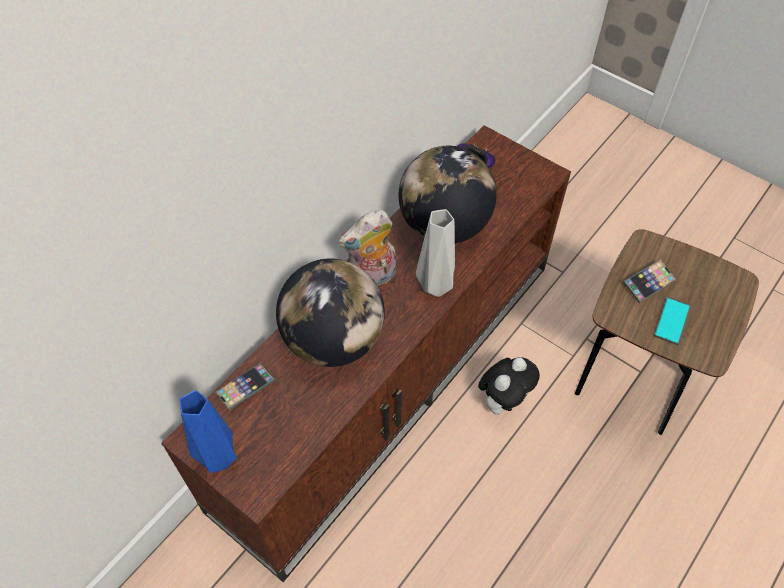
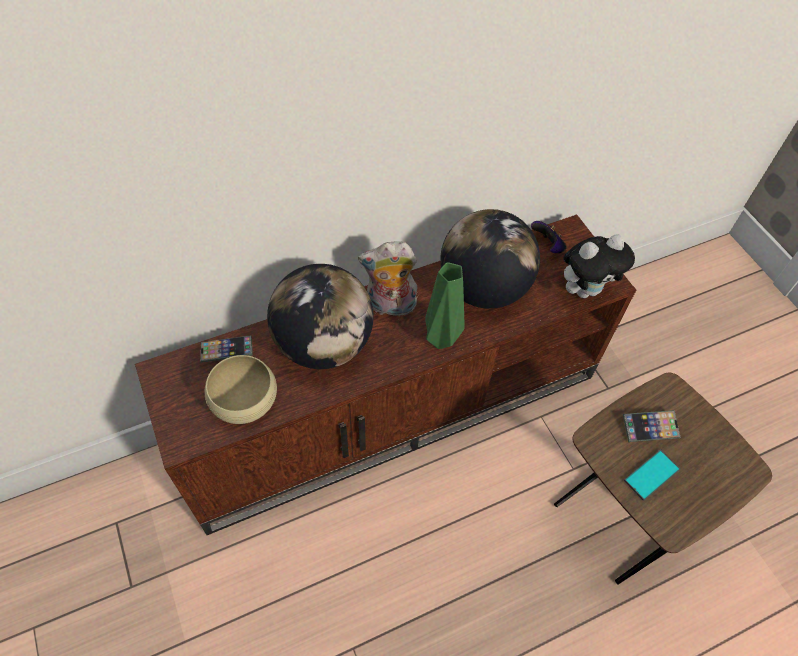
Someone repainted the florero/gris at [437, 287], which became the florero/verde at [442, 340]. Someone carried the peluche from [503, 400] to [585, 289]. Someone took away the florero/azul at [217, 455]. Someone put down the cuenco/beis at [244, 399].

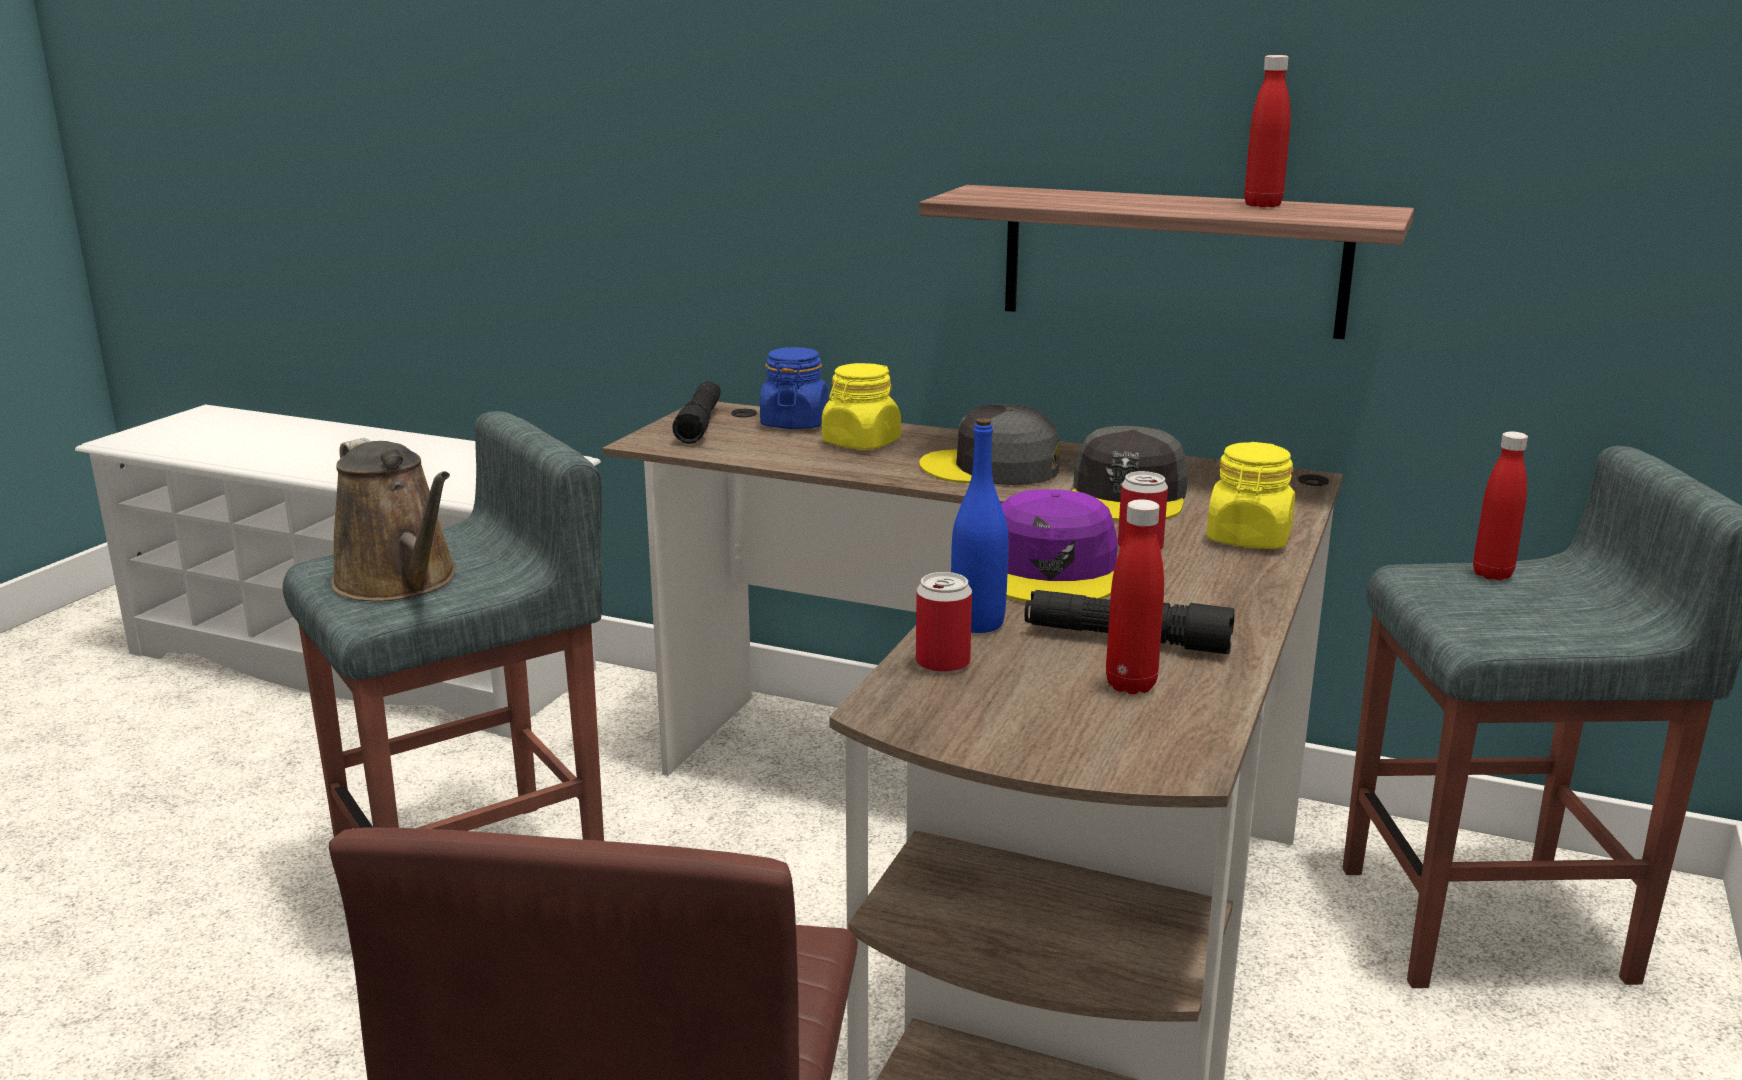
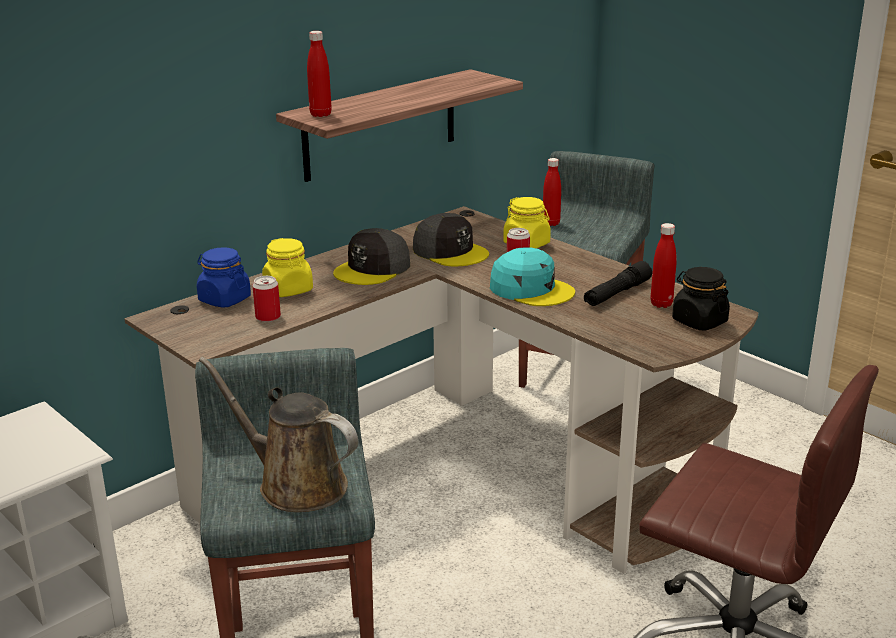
Someone carried the botella/rojo from [1262, 205] to [320, 114]. Someone took away the linterna/negro at [700, 424]. Someone took away the botella/azul at [977, 623]. Someone rotated the regadera/marrón at [400, 582] by 135 degrees counterclockwise. Someone repainted the gorra/morado at [1052, 572], which became the gorra/turquesa at [531, 289]. Someone carried the lata from [942, 663] to [268, 317]. Someone put down the tarro/negro at [699, 321].

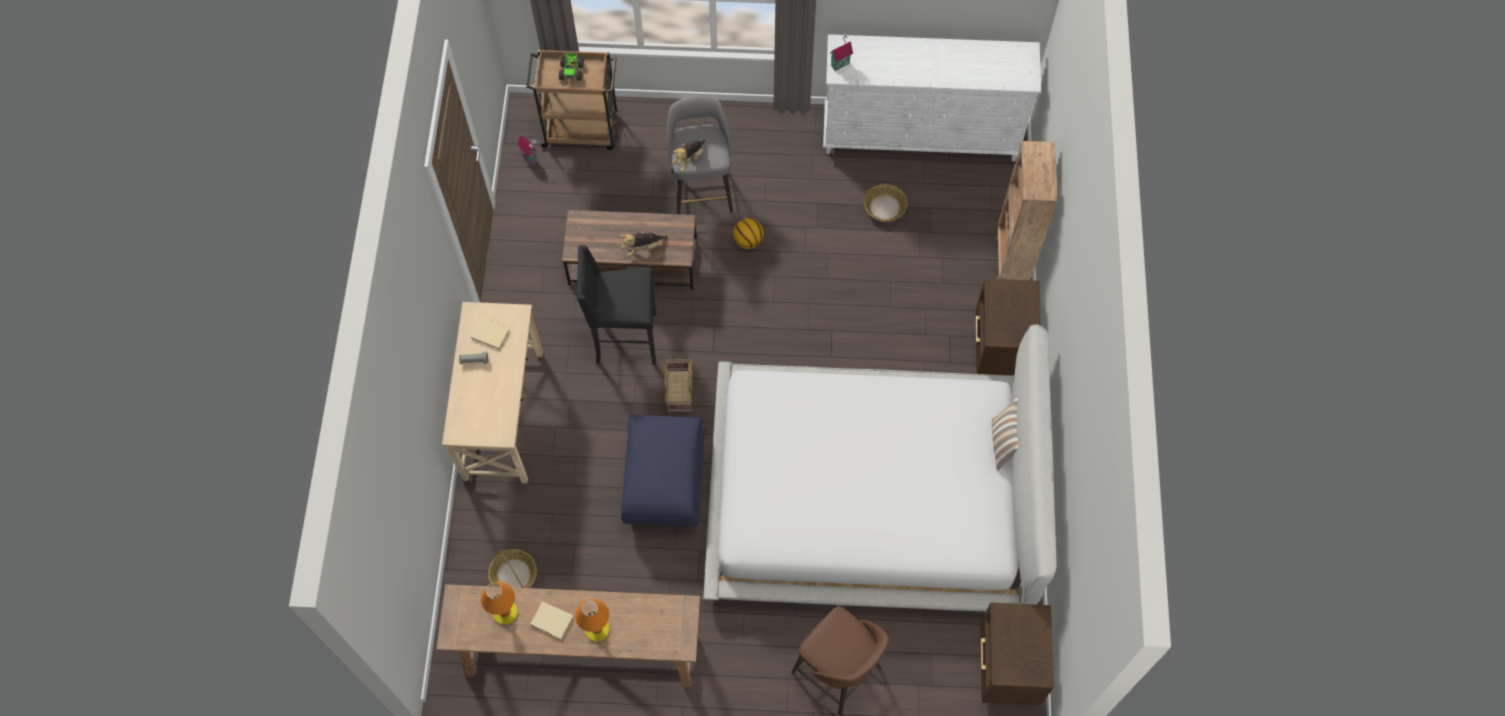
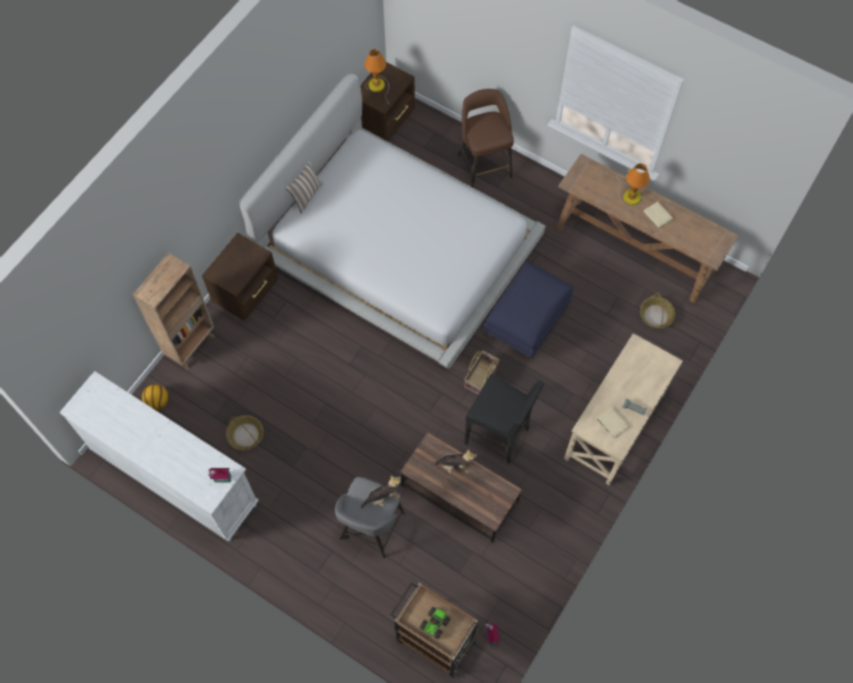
Someone carried the balón de baloncesto from [748, 241] to [157, 402]. Someone carried the lámpara de mesa from [502, 612] to [378, 86].

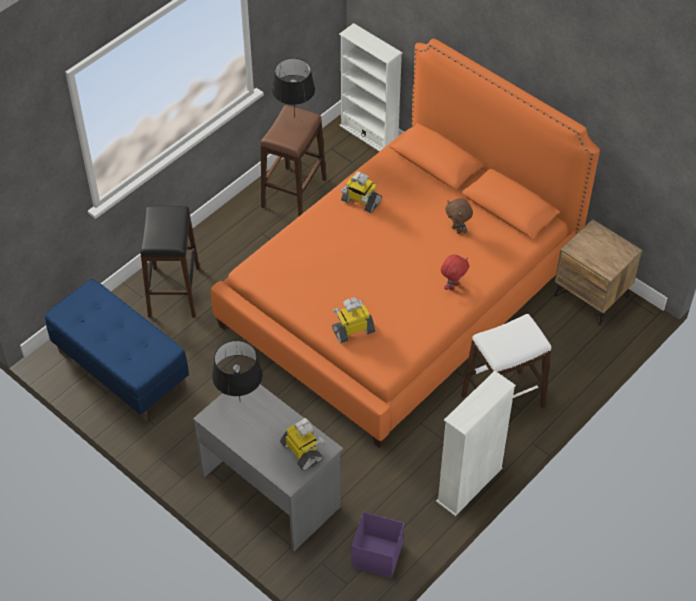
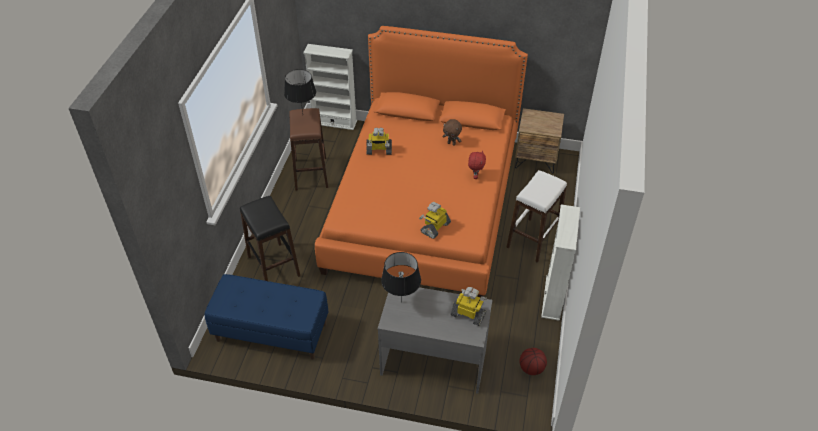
Someone swapped the caja de almacenaje/morado at [376, 555] for the balón de baloncesto at [531, 369].

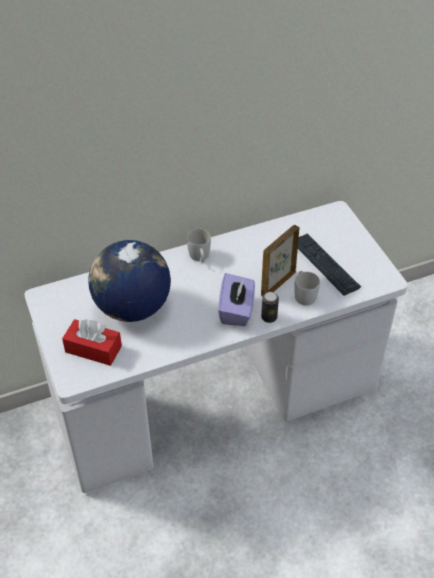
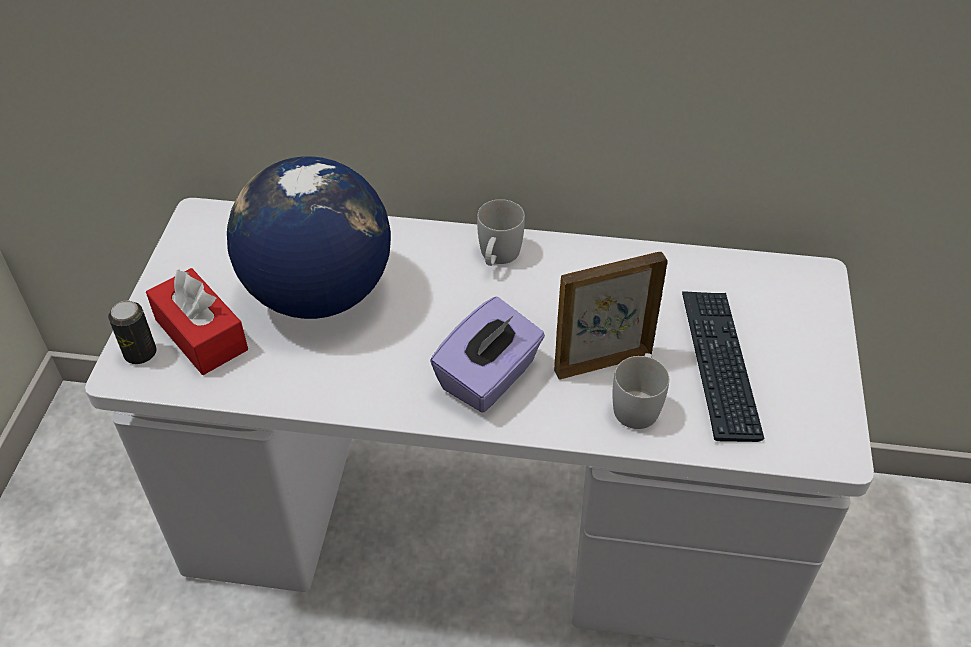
Someone carried the lata from [269, 317] to [140, 353].

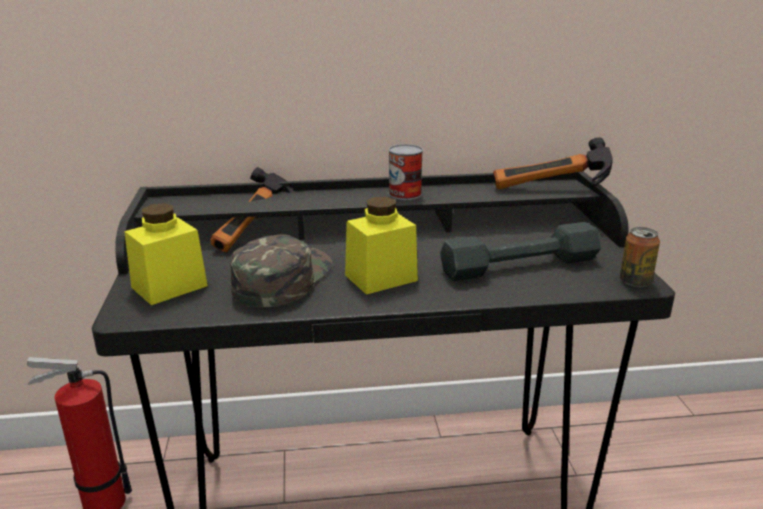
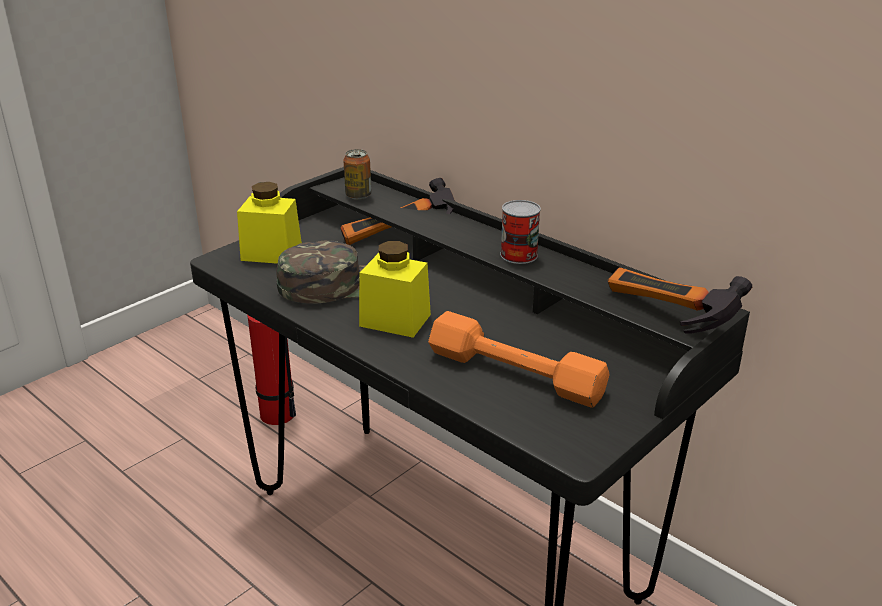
Someone repainted the mancuerna/gris at [519, 265], which became the mancuerna/naranja at [515, 373]. Someone carried the lata from [635, 282] to [358, 195].

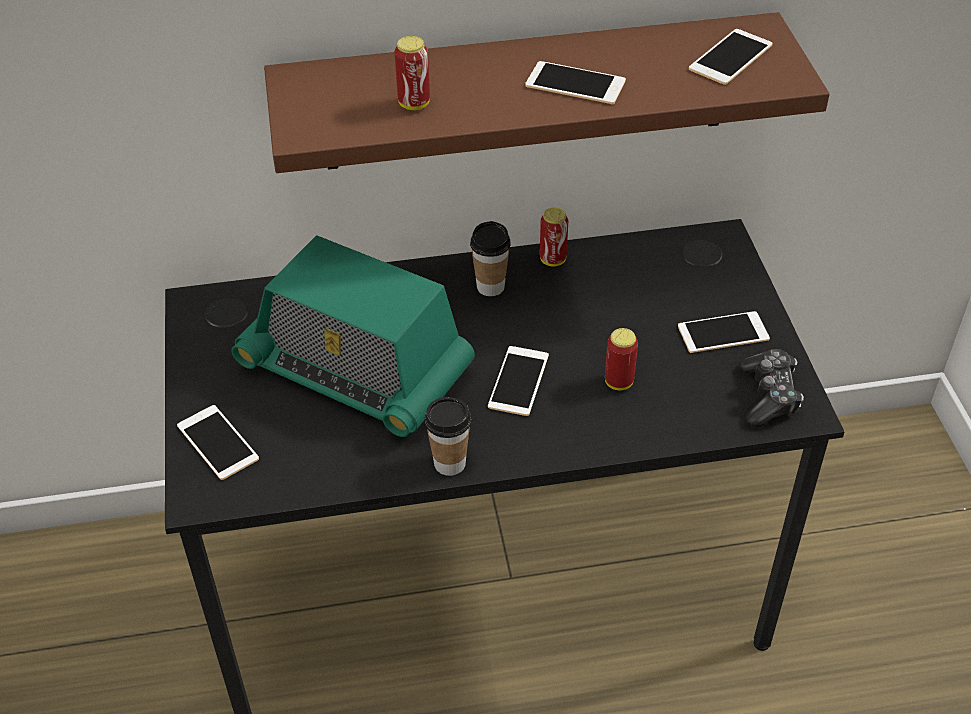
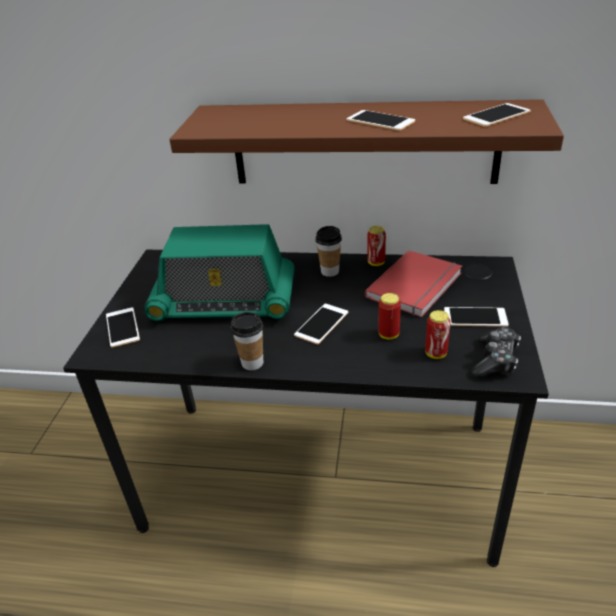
Someone carried the lata from [414, 104] to [436, 353]. Someone rotated the radio at [355, 369] by 45 degrees counterclockwise. Someone put down the libro/rojo at [417, 286].

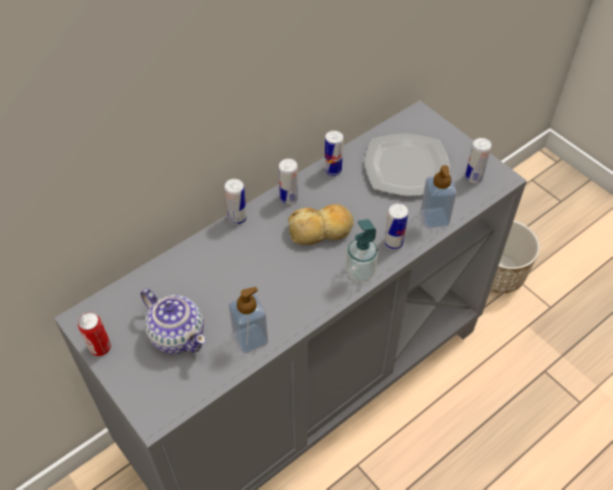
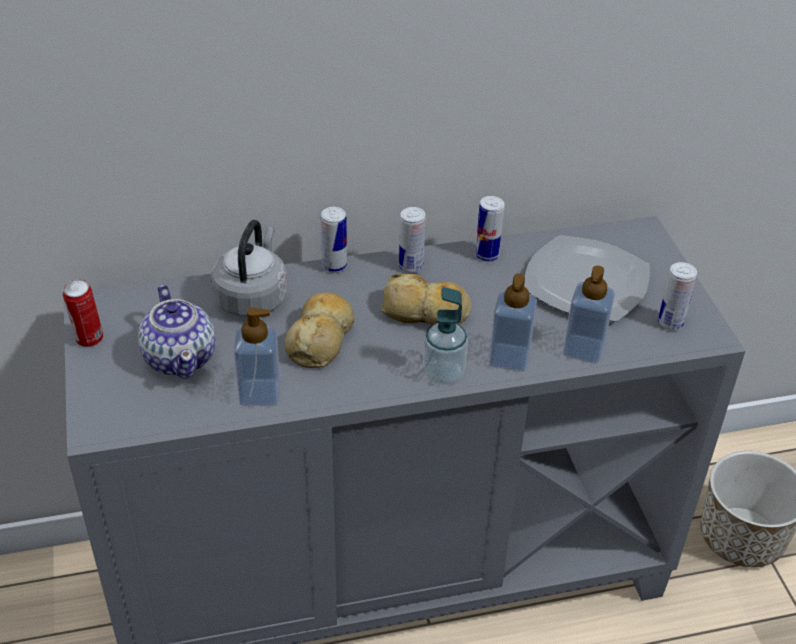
Someone swapped the lata at [393, 243] for the dispensador de jabón at [509, 357]. Someone put down the hervidor/gris at [252, 297]. Someone put down the pan at [321, 338].

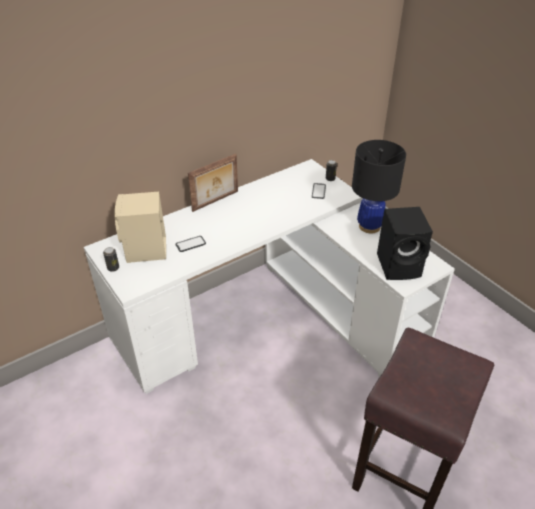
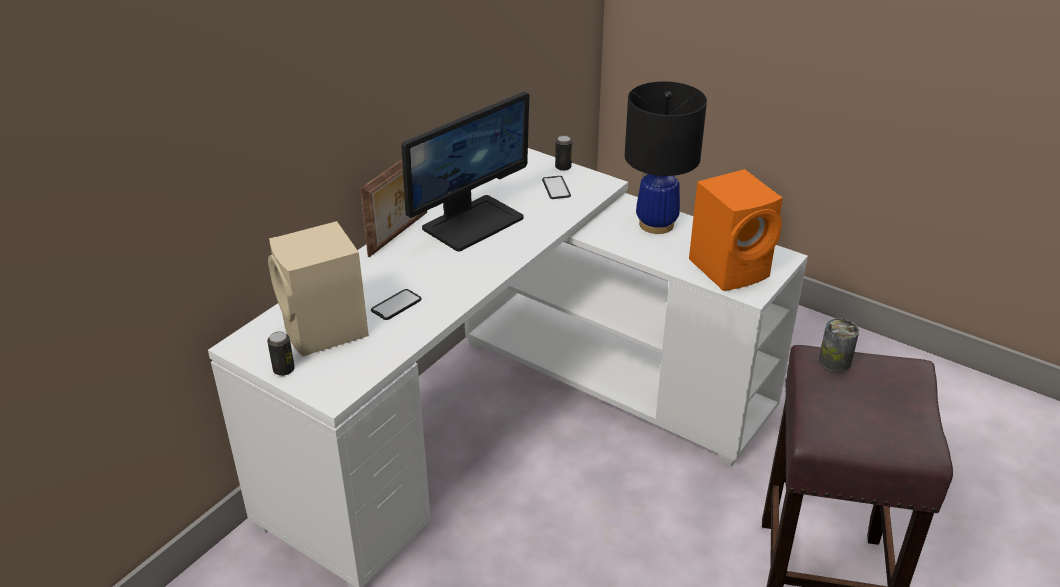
Someone repainted the altavoz/negro at [400, 265], which became the altavoz/naranja at [731, 268]. Someone put down the monitor at [472, 222]. Someone put down the lata at [834, 361].

